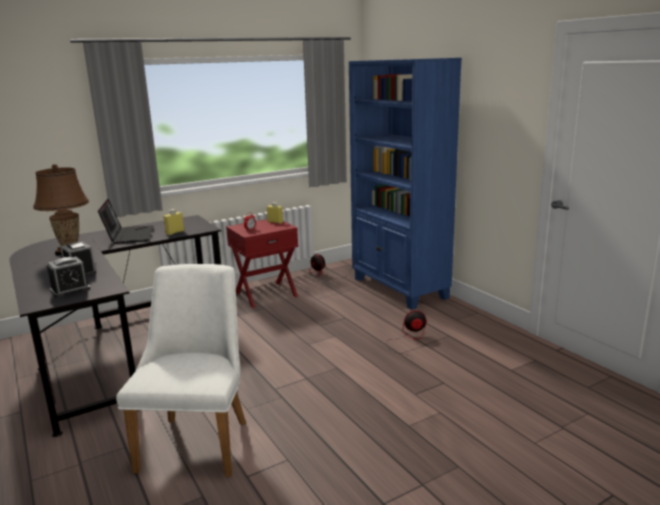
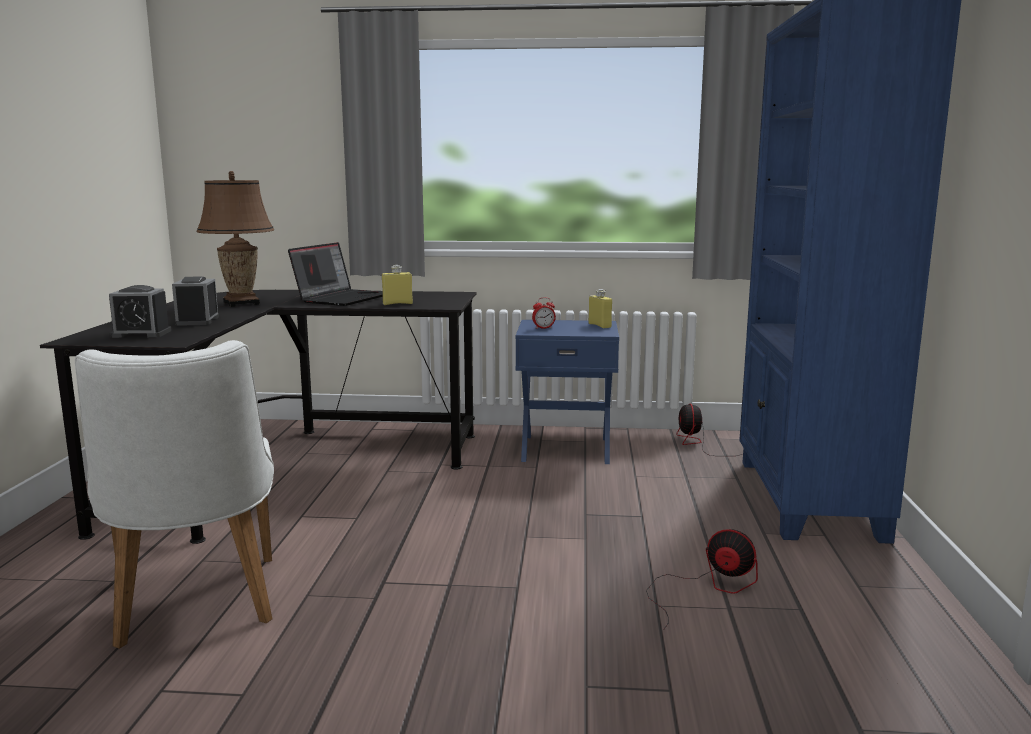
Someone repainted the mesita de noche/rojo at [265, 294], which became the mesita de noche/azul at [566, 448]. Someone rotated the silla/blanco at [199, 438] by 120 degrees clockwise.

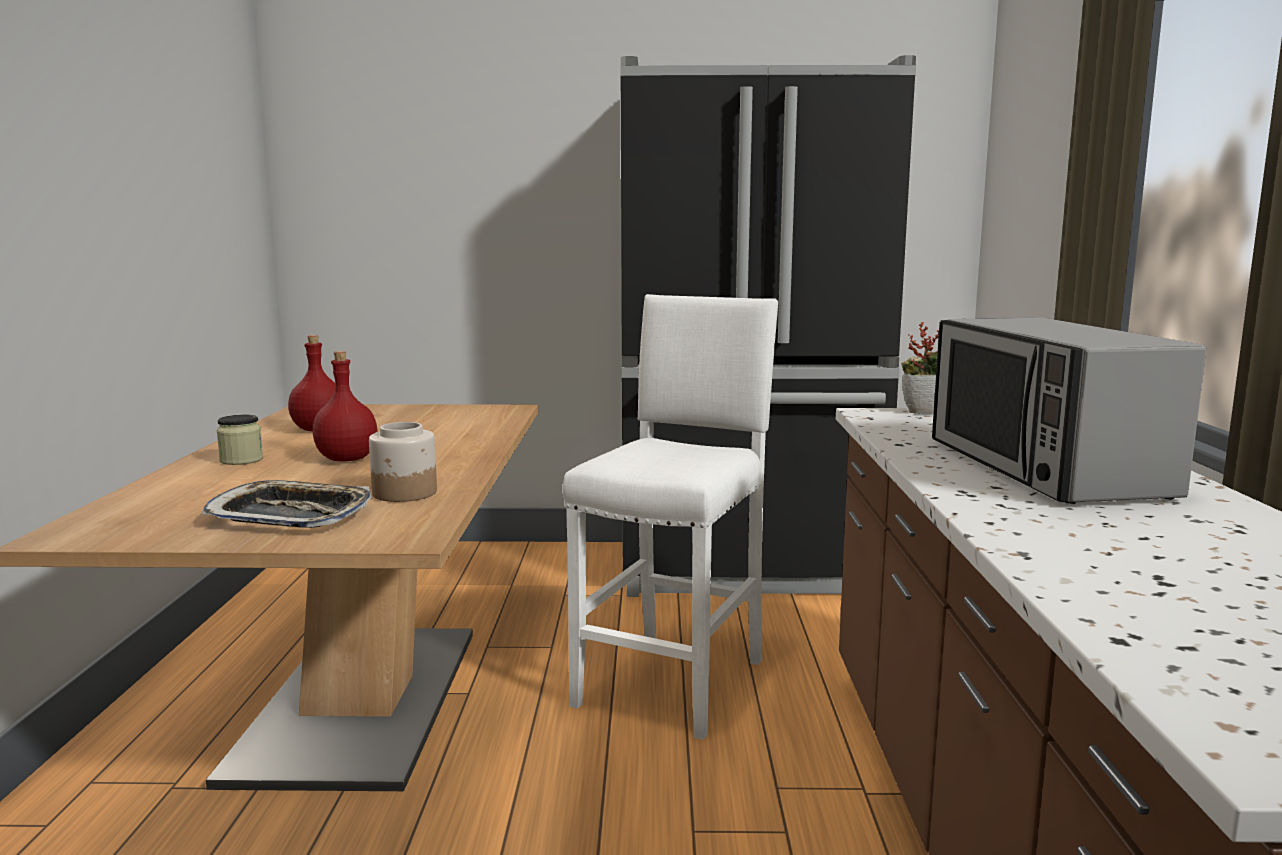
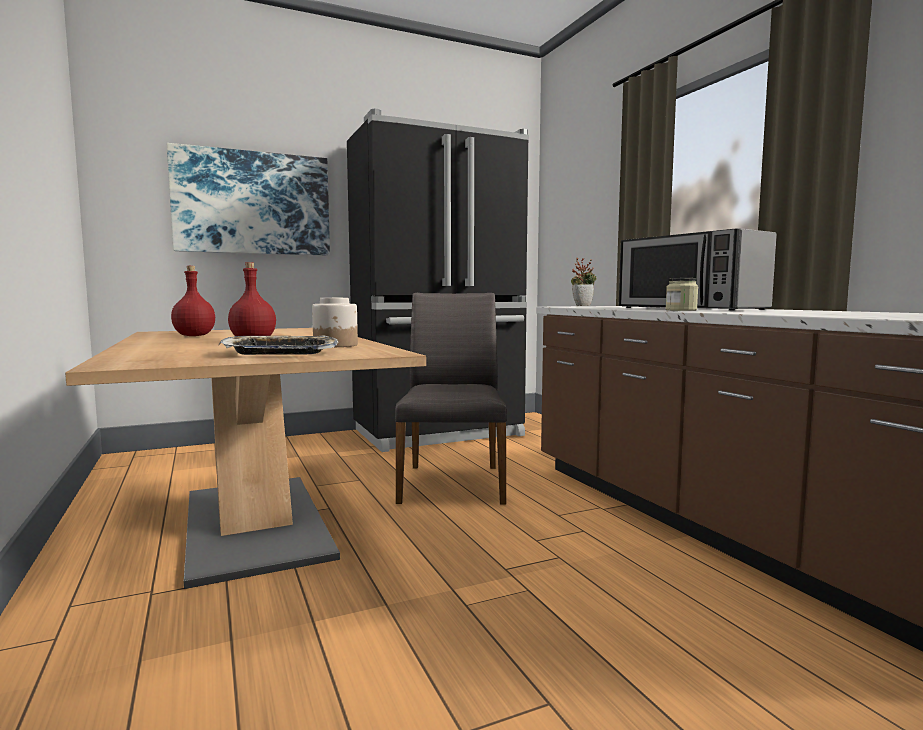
Someone swapped the taburete/blanco at [674, 681] for the silla/gris at [452, 483]. Someone carried the tarro from [241, 460] to [681, 310]. Someone put up the cuadro at [253, 203].

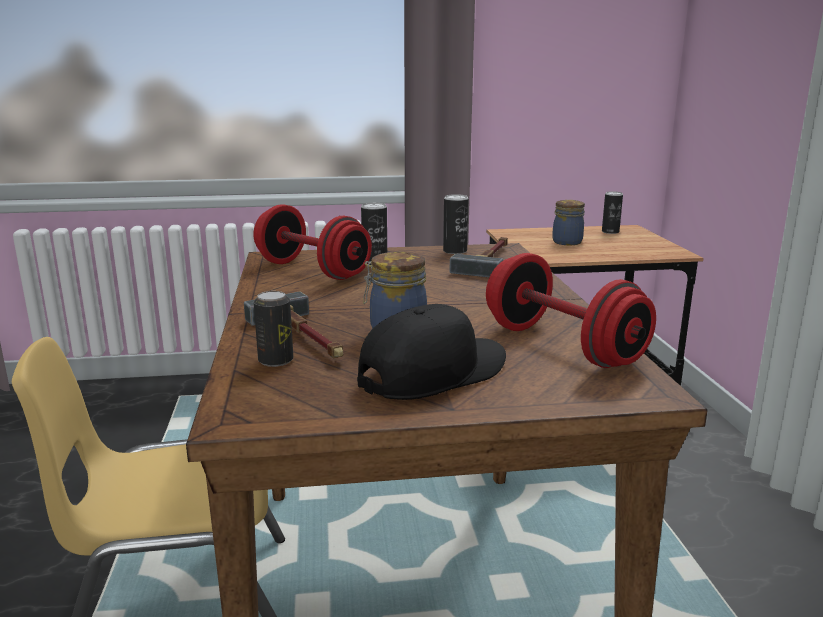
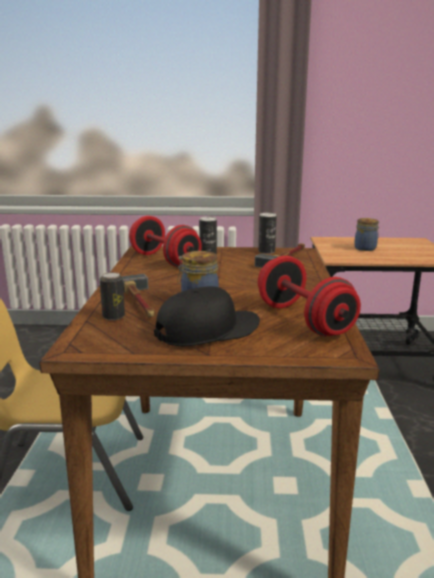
Someone took away the lata at [610, 232].

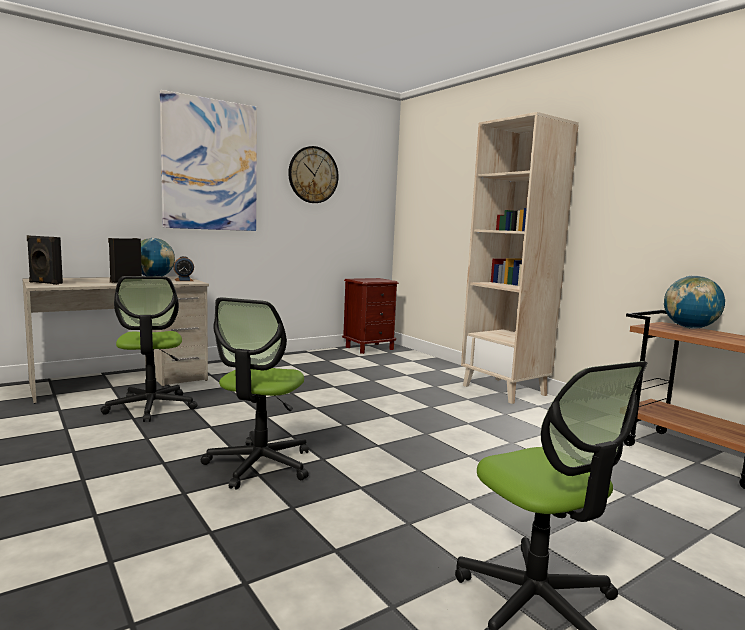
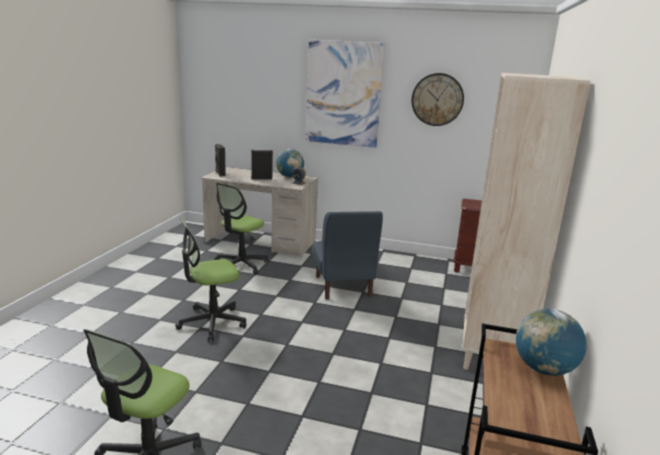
Someone put down the silla/azul at [343, 286].

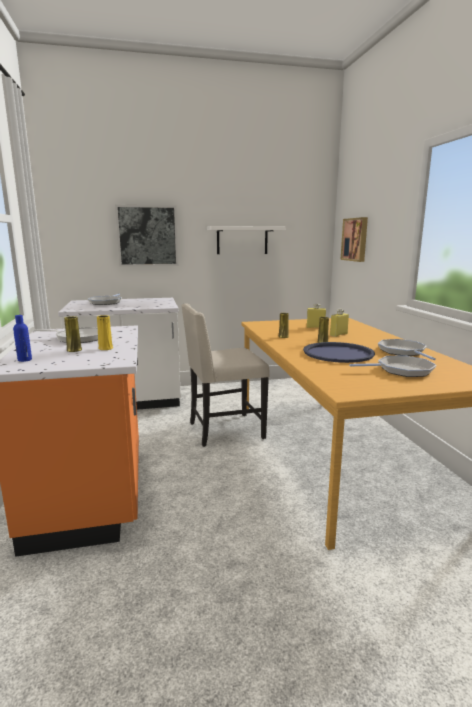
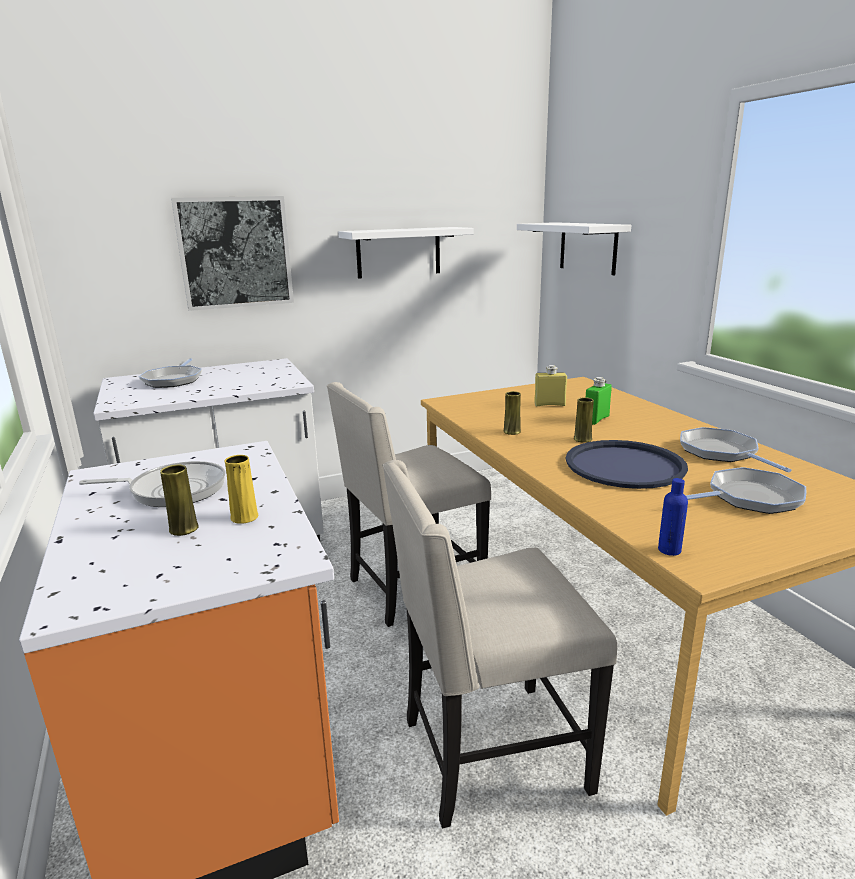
Someone swapped the cuadro at [355, 239] for the estante/blanco at [588, 247]. Someone repainted the botella/amarillo at [338, 335], which became the botella/verde at [596, 419]. Someone carried the botella/azul from [25, 360] to [669, 550]. Someone put down the silla/beis at [489, 754].

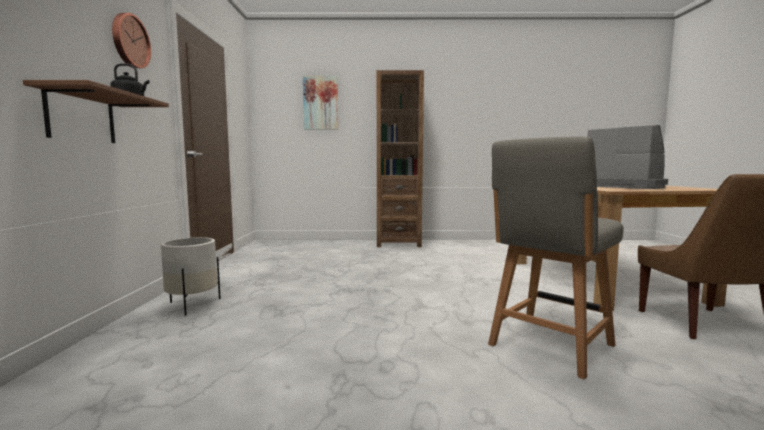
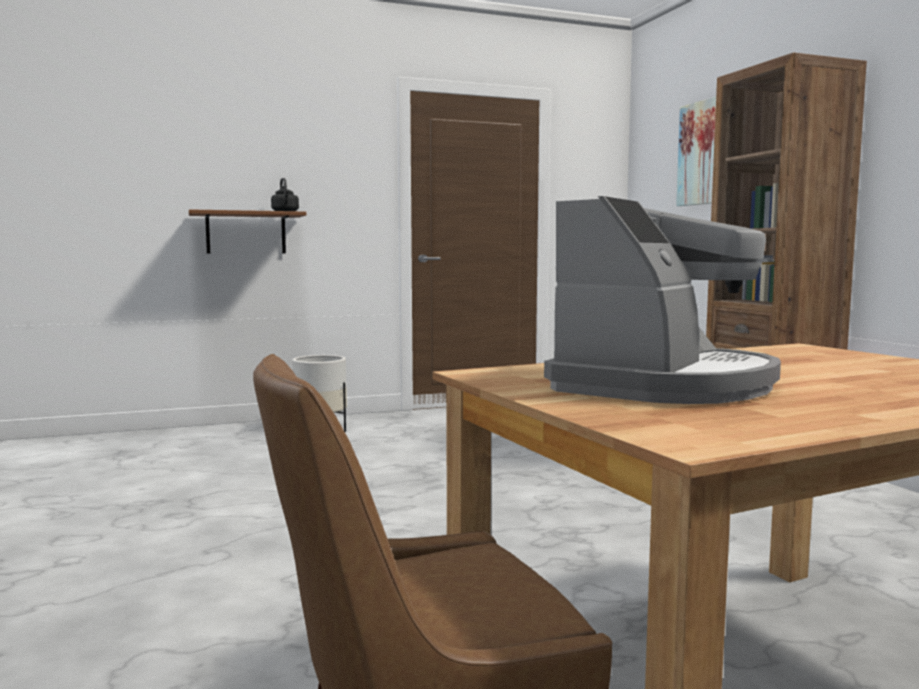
Someone took away the reloj de pared at [129, 41]. Someone took away the silla/gris at [549, 346].

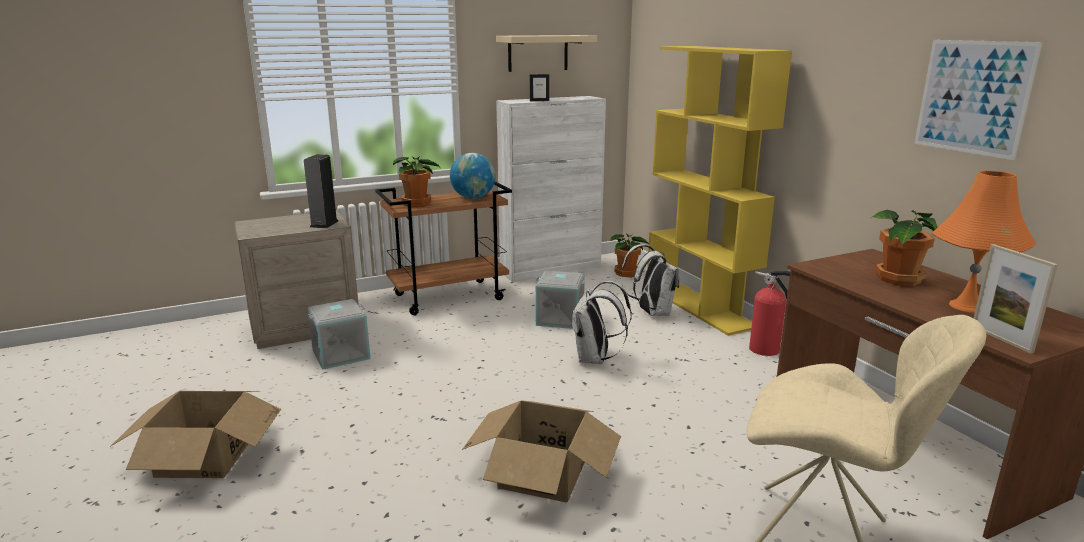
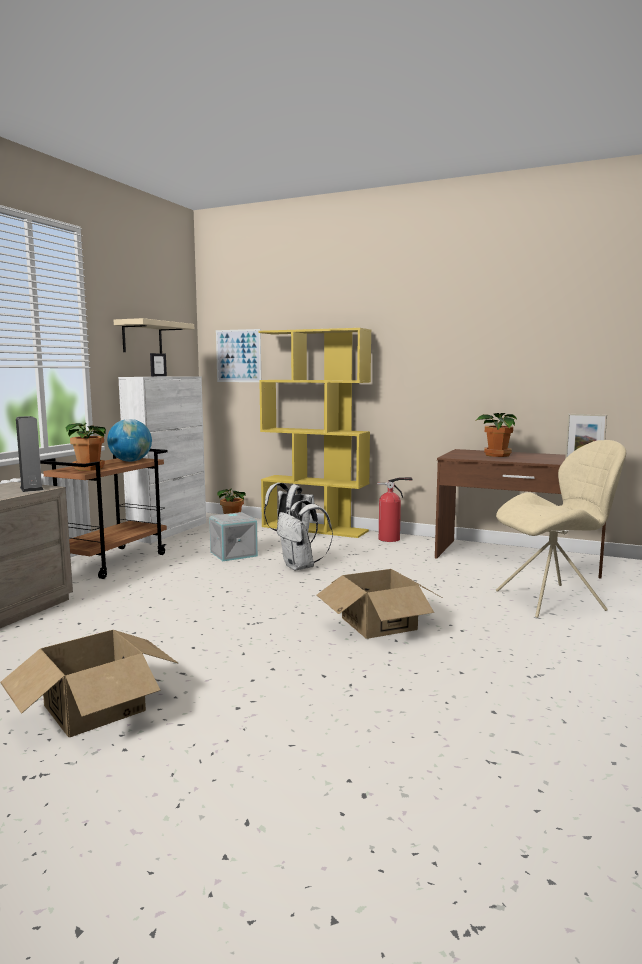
Someone carried the cuadro from [973, 97] to [238, 356]. Someone took away the lámpara de mesa/naranja at [966, 306]. Someone took away the caja de almacenaje/gris at [341, 354].

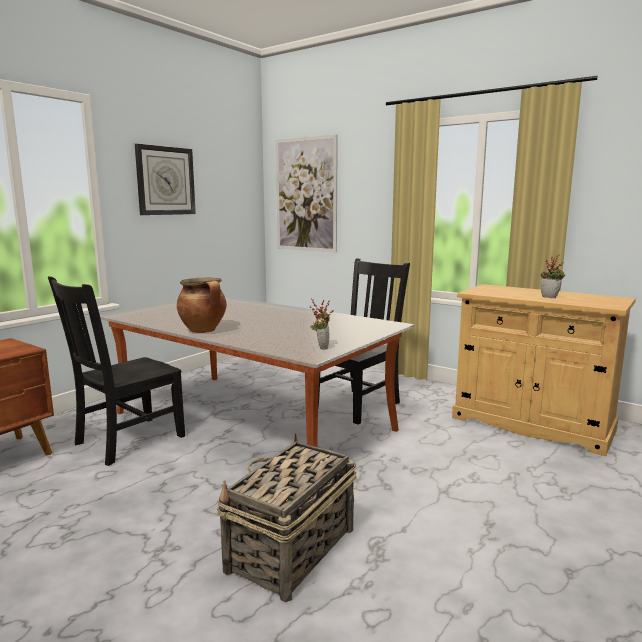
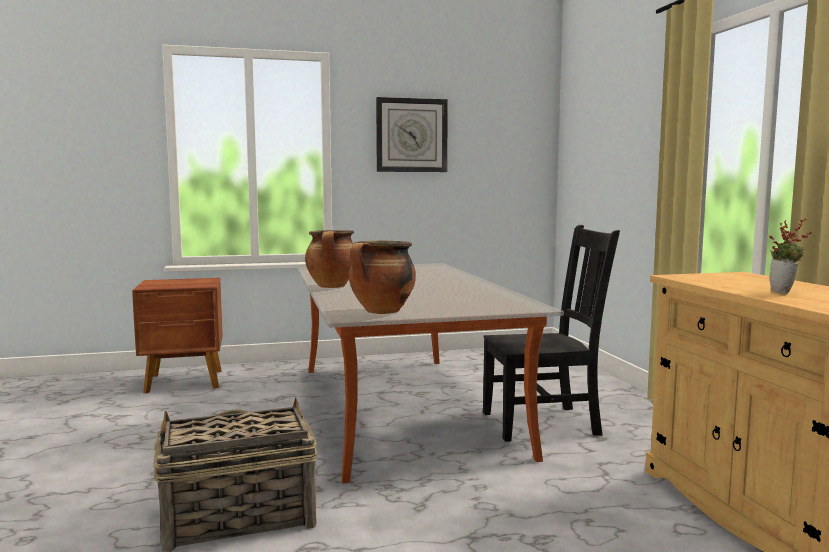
Someone took away the cuadro at [306, 195]. Someone took away the silla/negro at [126, 441]. Someone swapped the planta en maceta at [321, 347] for the olla at [382, 312].

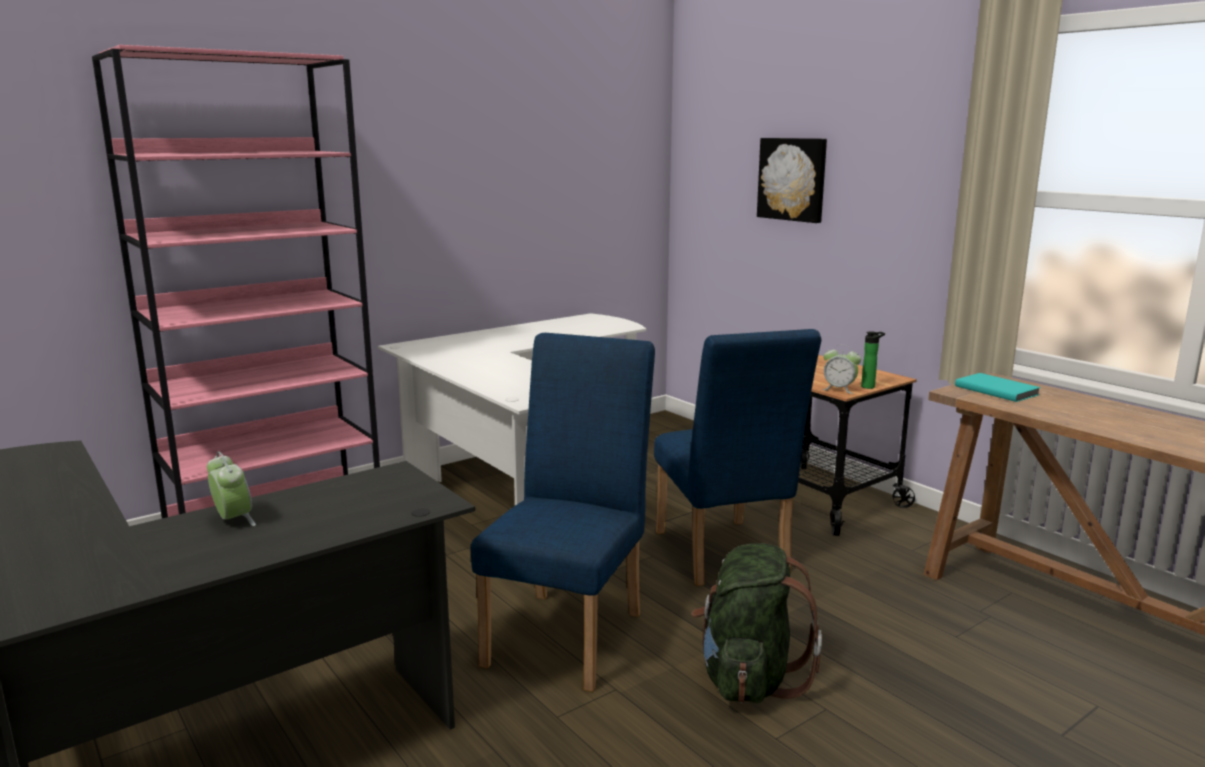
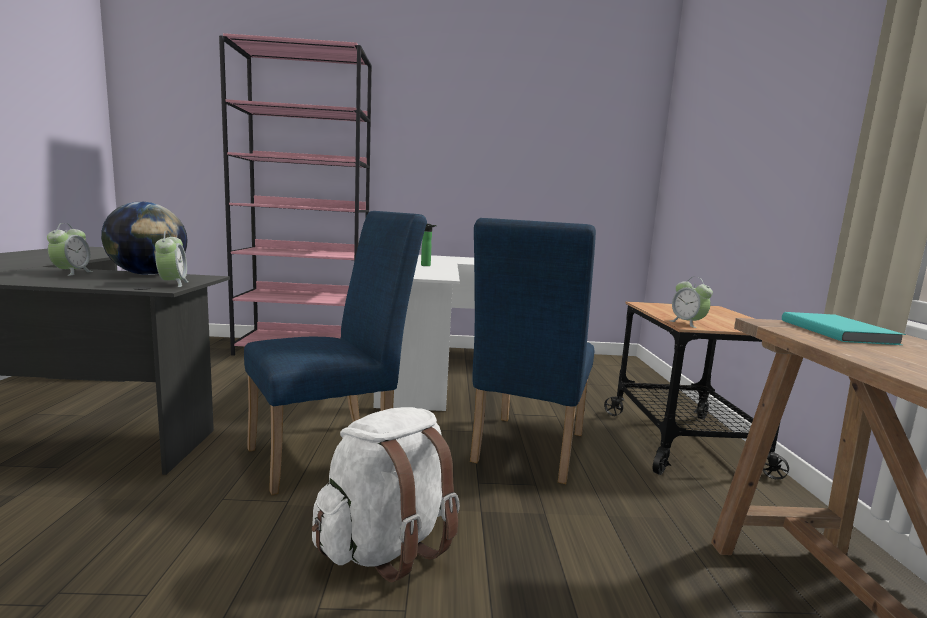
Someone took away the cuadro at [793, 179]. Someone carried the botella from [870, 387] to [427, 266]. Someone repainted the mochila/verde at [749, 678], which became the mochila/blanco at [388, 545]. Someone put down the globo terráqueo at [148, 274]. Someone put down the despertador at [173, 284].

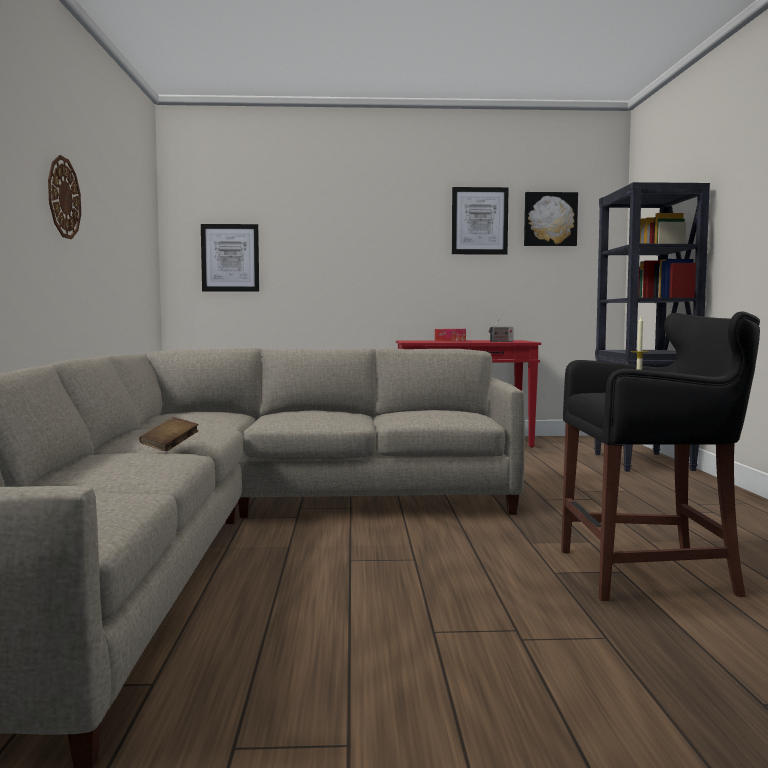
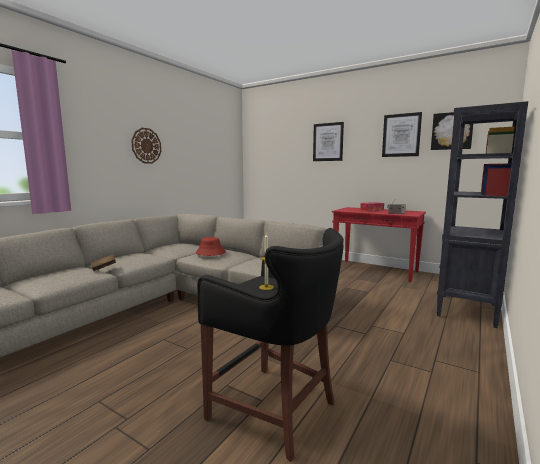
Someone carried the cuadro from [230, 258] to [328, 142]. Someone put down the sombrero/rojo at [210, 253].

